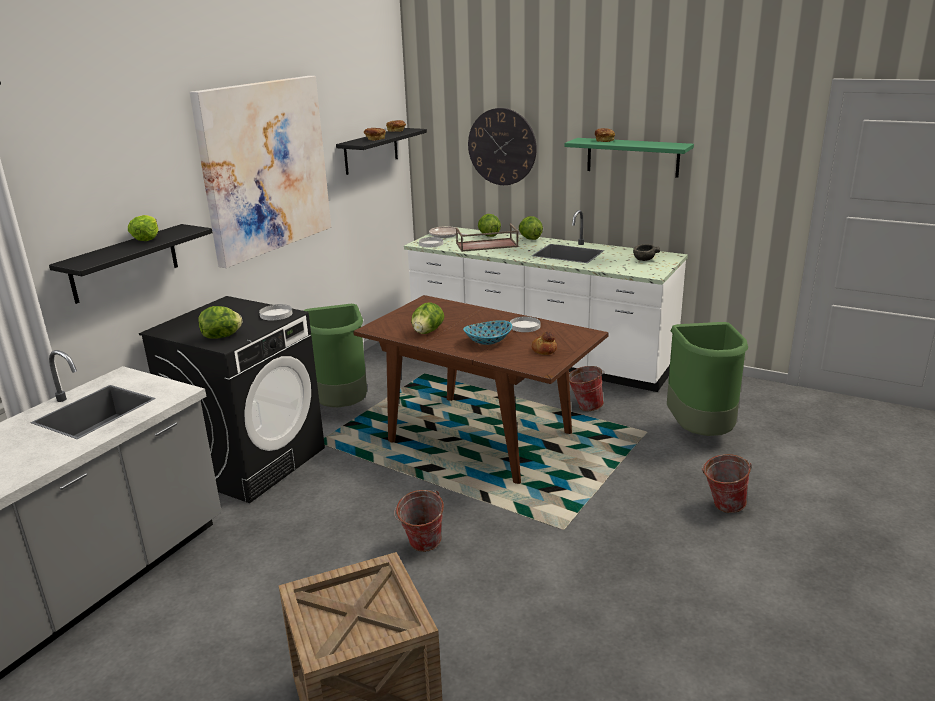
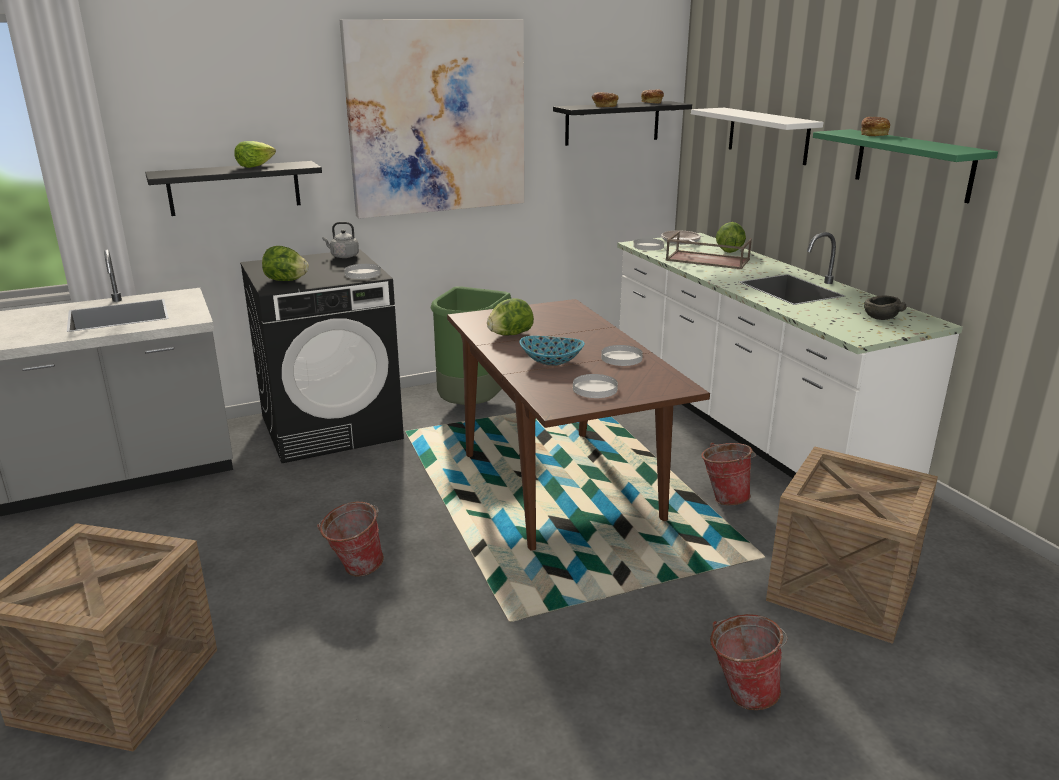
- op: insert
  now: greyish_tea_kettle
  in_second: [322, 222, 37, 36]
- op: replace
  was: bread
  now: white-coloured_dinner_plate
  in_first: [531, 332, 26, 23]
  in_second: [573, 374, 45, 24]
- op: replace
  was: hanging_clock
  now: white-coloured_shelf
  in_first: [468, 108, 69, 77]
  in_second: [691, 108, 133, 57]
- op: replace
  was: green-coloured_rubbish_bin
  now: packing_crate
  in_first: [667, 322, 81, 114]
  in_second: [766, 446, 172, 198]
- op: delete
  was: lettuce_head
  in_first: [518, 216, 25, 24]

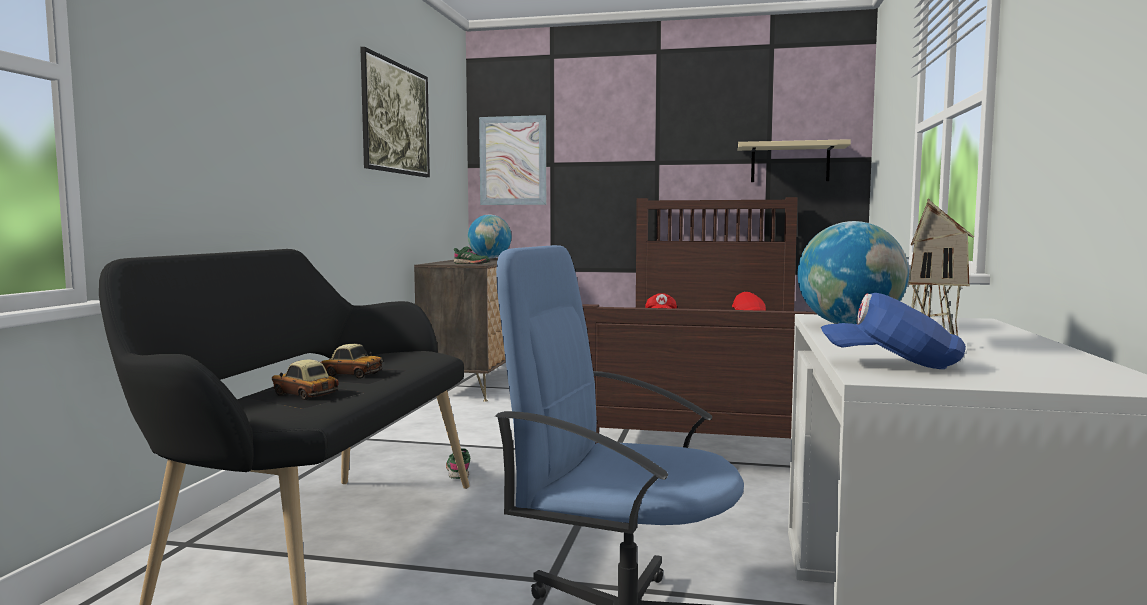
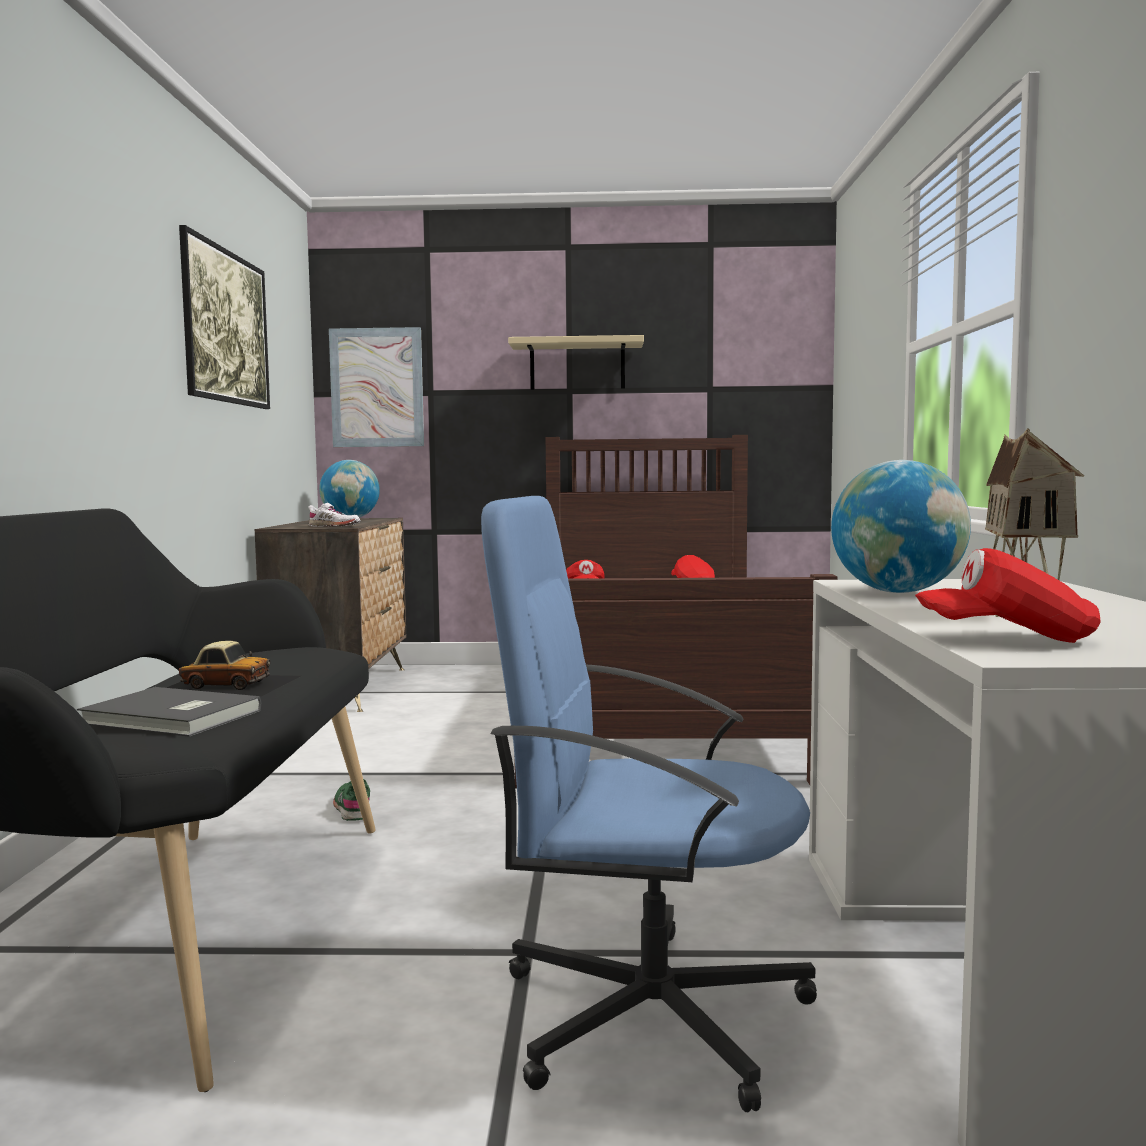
- op: replace
  was: toy_car
  now: greyish_book
  in_first: [243, 359, 120, 50]
  in_second: [77, 687, 185, 50]
- op: recolor
  was: green-coloured_item_of_footwear
  now: white-coloured_item_of_footwear
  in_first: [454, 246, 36, 18]
  in_second: [308, 503, 52, 24]
- op: move
  was: beige_shelf
  in_first: [738, 139, 113, 43]
  in_second: [508, 335, 136, 55]
- op: recolor
  was: blue-coloured_cap
  now: reddish_cap
  in_first: [821, 293, 145, 76]
  in_second: [915, 548, 186, 95]

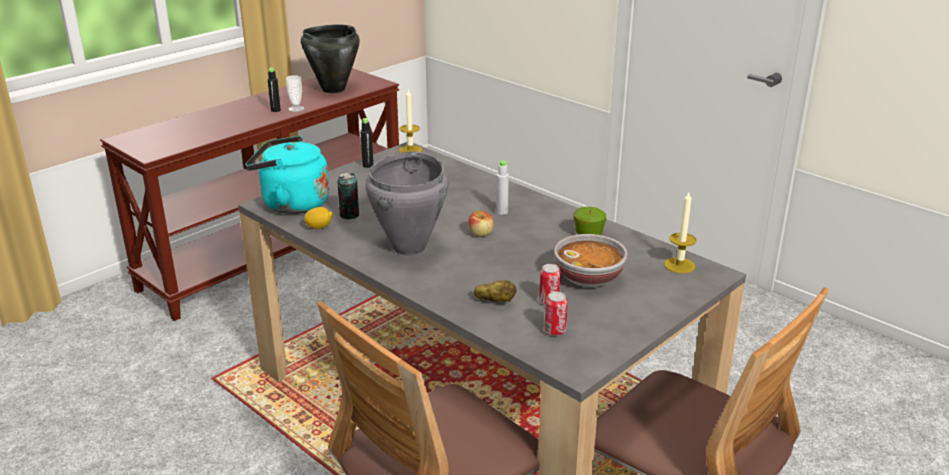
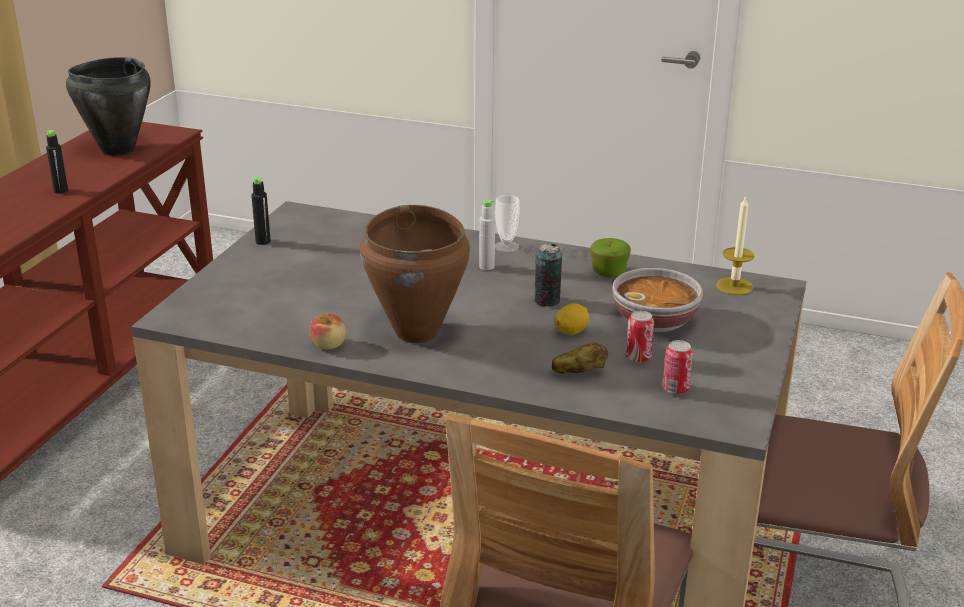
- op: move
  was: whole_apple
  in_first: [468, 211, 26, 26]
  in_second: [310, 314, 36, 36]
- op: recolor
  was: greyish_saucepot
  now: brownish_saucepot
  in_first: [366, 151, 82, 105]
  in_second: [360, 205, 110, 138]
- op: move
  was: cup
  in_first: [286, 75, 18, 37]
  in_second: [495, 195, 25, 57]
- op: move
  was: metal_can
  in_first: [337, 172, 22, 47]
  in_second: [534, 244, 28, 63]
- op: move
  was: citrus_fruit
  in_first: [304, 207, 29, 22]
  in_second: [554, 303, 35, 32]
- op: delete
  was: turquoise-coloured_tea_kettle
  in_first: [245, 136, 84, 78]
- op: delete
  was: wax_candle
  in_first: [399, 90, 23, 63]

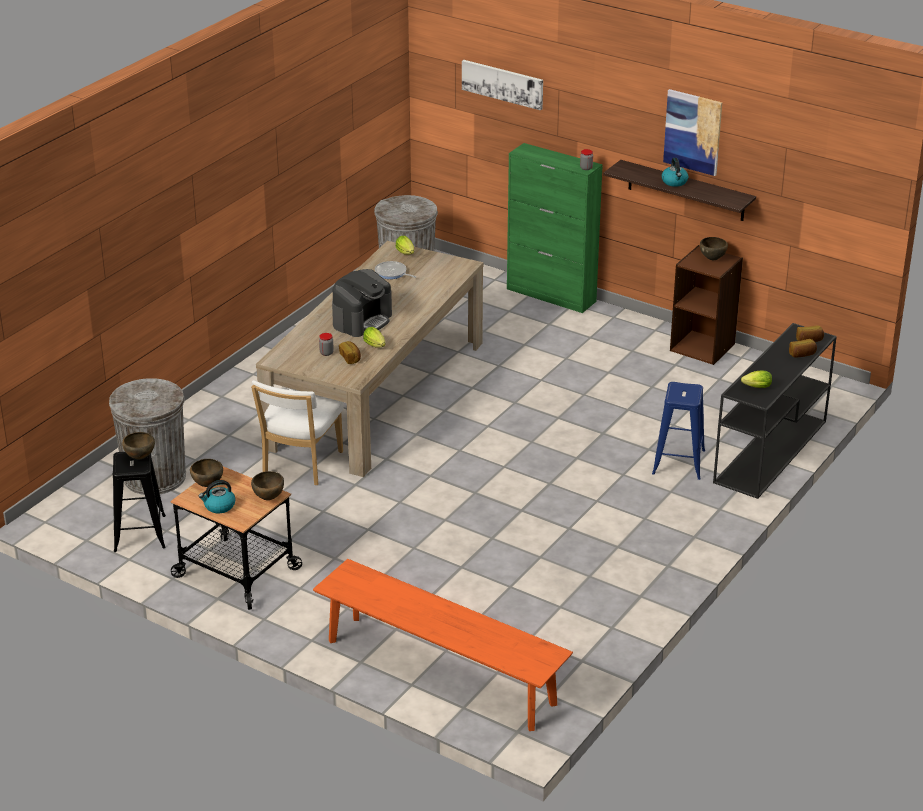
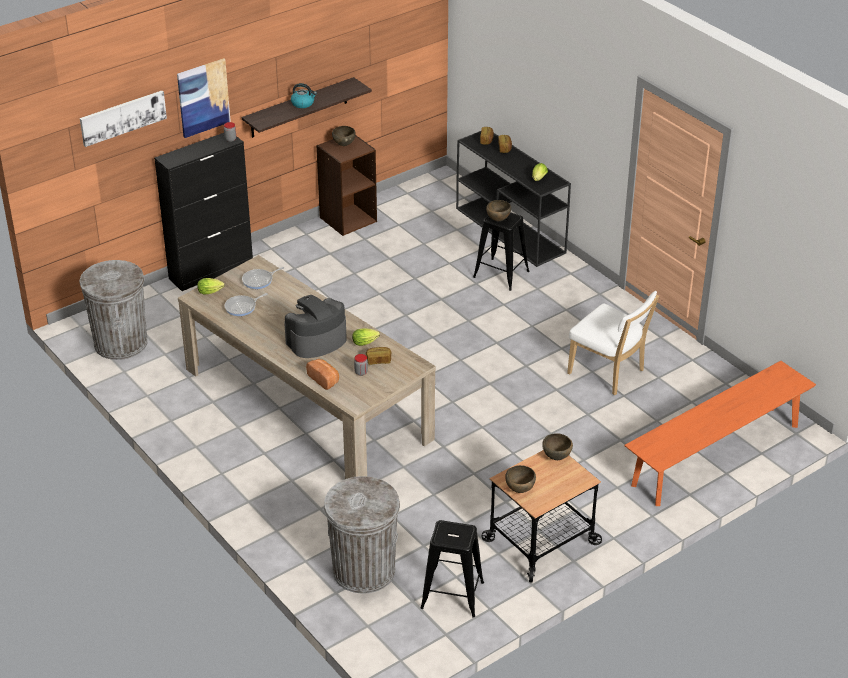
- op: recolor
  was: green-coloured_storage_cabinet
  now: black-coloured_storage_cabinet
  in_first: [507, 143, 96, 170]
  in_second: [154, 133, 99, 158]
- op: move
  was: wall_picture
  in_first: [663, 89, 59, 87]
  in_second: [177, 58, 54, 80]
- op: insert
  now: frying_pan
  in_second: [242, 267, 42, 22]
- op: rotate
  was: coffee_machine
  in_first: [332, 269, 60, 68]
  in_second: [284, 295, 63, 63]
  clockwise: -90
- op: insert
  now: bread
  in_second: [306, 359, 33, 31]
- op: recolor
  was: blue-coloured_sitting_stool
  now: black-coloured_sitting_stool
  in_first: [652, 382, 53, 98]
  in_second: [473, 212, 57, 79]
- op: move
  was: brownish_deep_dish
  in_first: [122, 432, 33, 27]
  in_second: [486, 200, 25, 22]
- op: move
  was: white-coloured_upright_chair
  in_first: [251, 380, 93, 105]
  in_second: [567, 291, 92, 104]
- op: delete
  was: tea_kettle
  in_first: [199, 480, 36, 33]

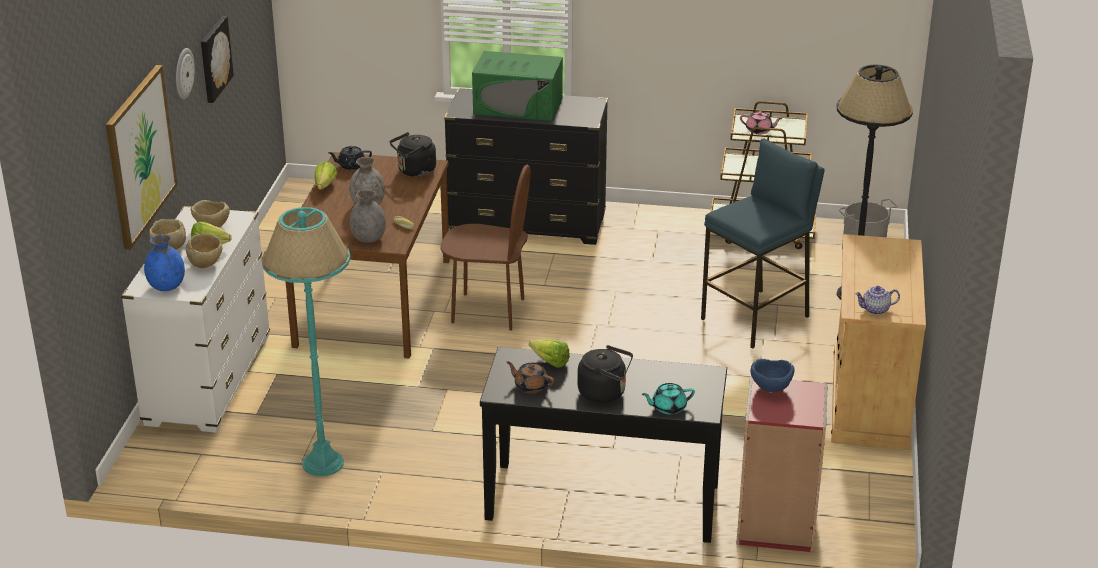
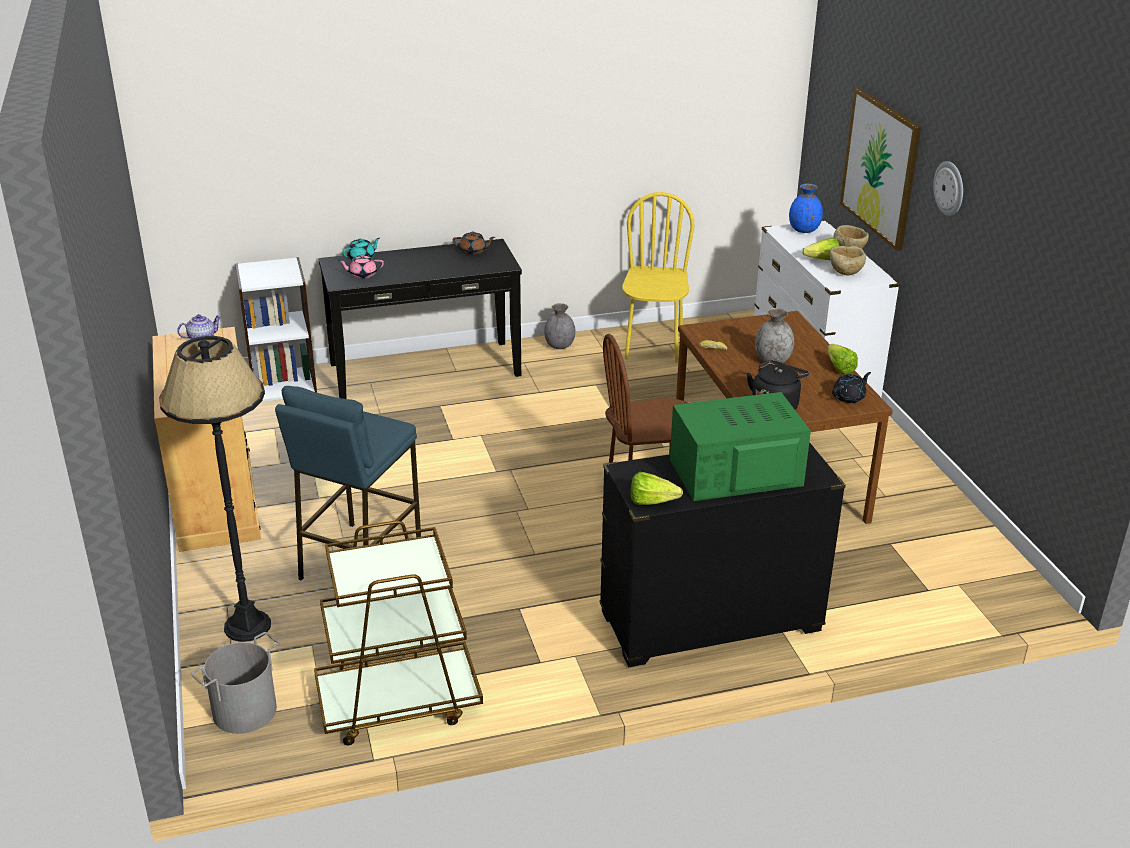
- op: recolor
  was: reddish_bookcase
  now: white-coloured_bookcase
  in_first: [736, 377, 92, 175]
  in_second: [235, 257, 82, 145]
- op: move
  was: pink_pot_for_tea
  in_first: [740, 111, 42, 23]
  in_second: [338, 254, 46, 25]
- op: move
  was: greyish_flower_vase
  in_first: [349, 190, 37, 53]
  in_second: [544, 303, 32, 46]
- op: replace
  was: turquoise-coloured_standing_lamp
  now: yellow-coloured_upright_chair
  in_first: [261, 207, 90, 269]
  in_second: [622, 192, 72, 171]
- op: move
  was: lettuce_head
  in_first: [529, 339, 41, 29]
  in_second: [630, 472, 53, 33]
- op: delete
  was: beige_deep_dish
  in_first: [186, 233, 36, 35]
- op: delete
  was: wall_picture
  in_first: [201, 16, 33, 87]
- op: delete
  was: black-coloured_tea_kettle
  in_first: [577, 345, 56, 58]
- op: delete
  was: blue-coloured_deep_dish
  in_first: [750, 359, 45, 33]

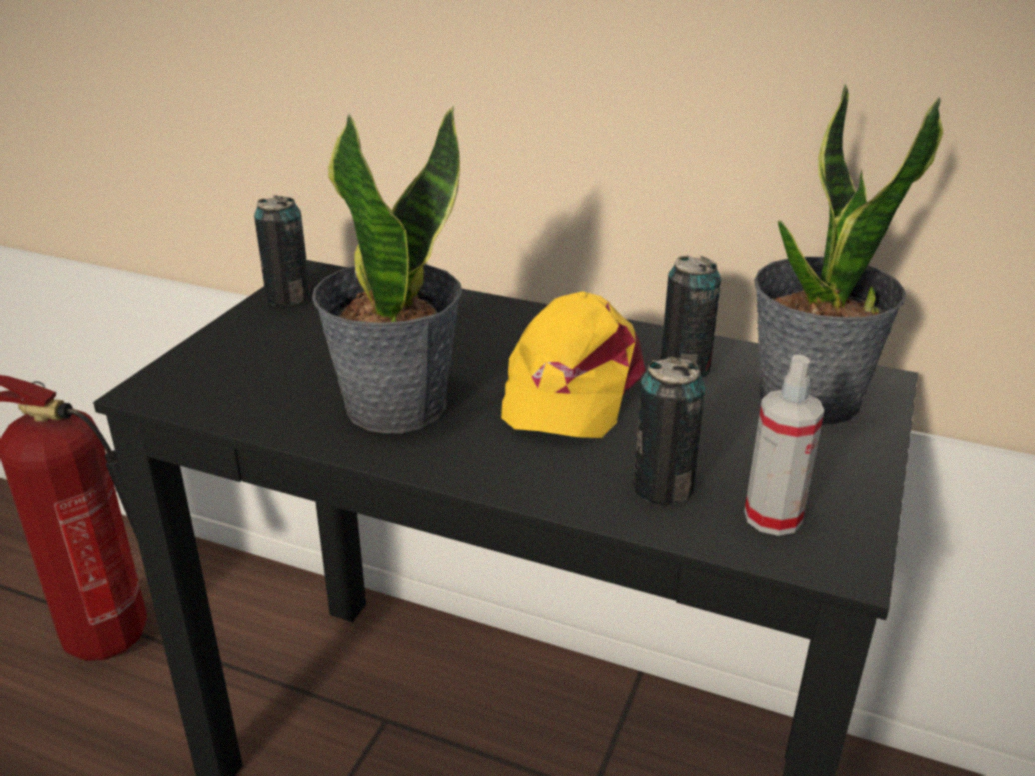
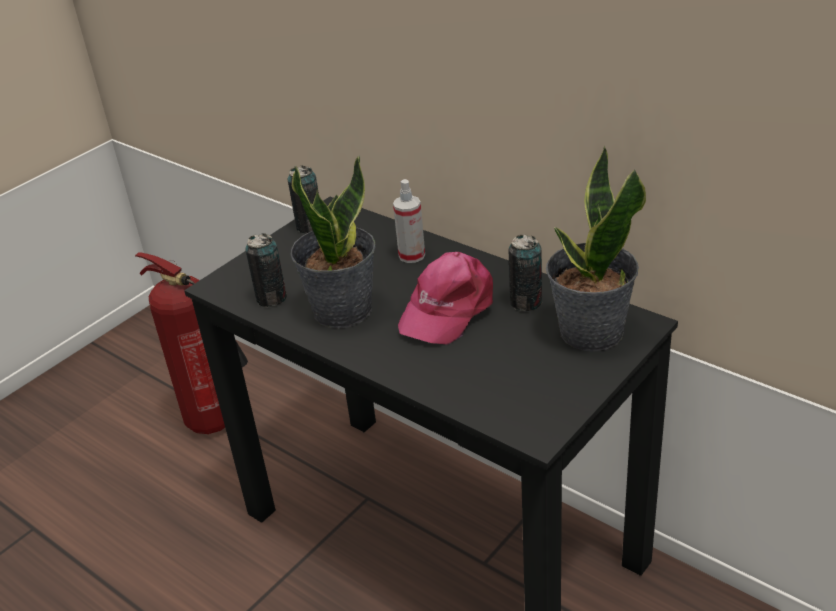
- op: move
  was: metal_can
  in_first: [633, 357, 73, 148]
  in_second: [245, 234, 42, 73]
- op: move
  was: spray_bottle
  in_first: [745, 355, 79, 181]
  in_second: [393, 179, 32, 84]
- op: recolor
  was: yellow-coloured_cap
  now: pink_cap
  in_first: [501, 291, 145, 147]
  in_second: [398, 252, 95, 93]

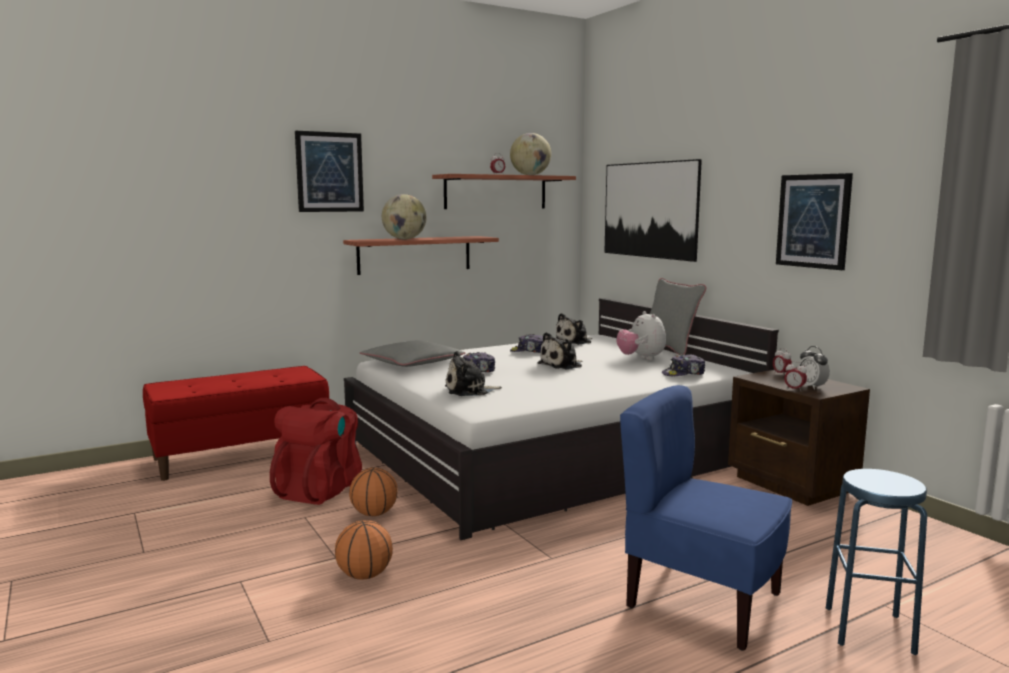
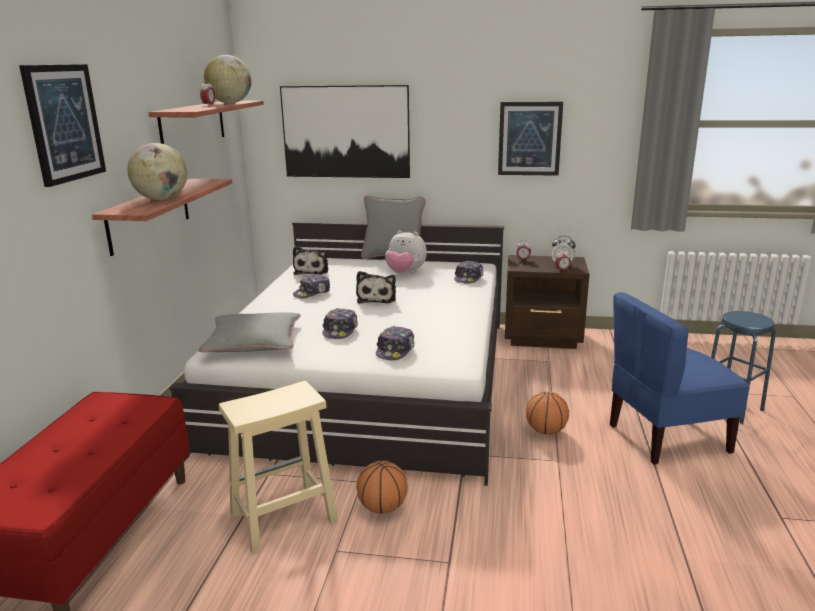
- op: replace
  was: reddish_backpack
  now: beige_sitting_stool
  in_first: [270, 398, 92, 107]
  in_second: [219, 381, 119, 173]
- op: replace
  was: soft_toy
  now: cap
  in_first: [445, 351, 57, 45]
  in_second: [376, 326, 39, 34]
- op: move
  was: ball_for_basketball
  in_first: [335, 520, 58, 60]
  in_second: [526, 391, 43, 44]

